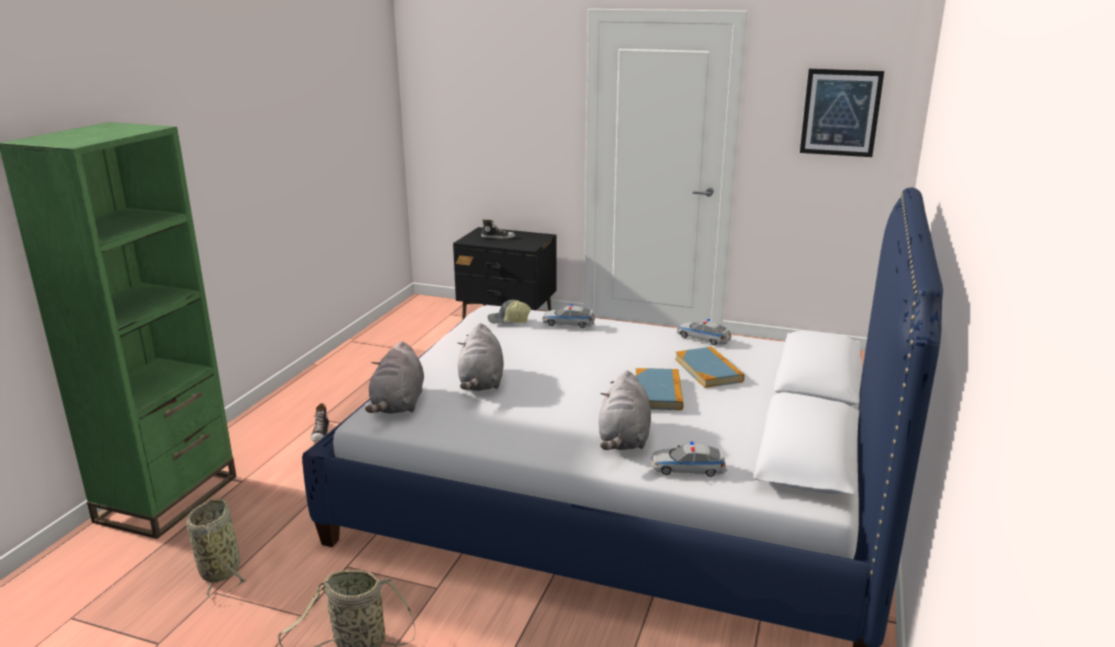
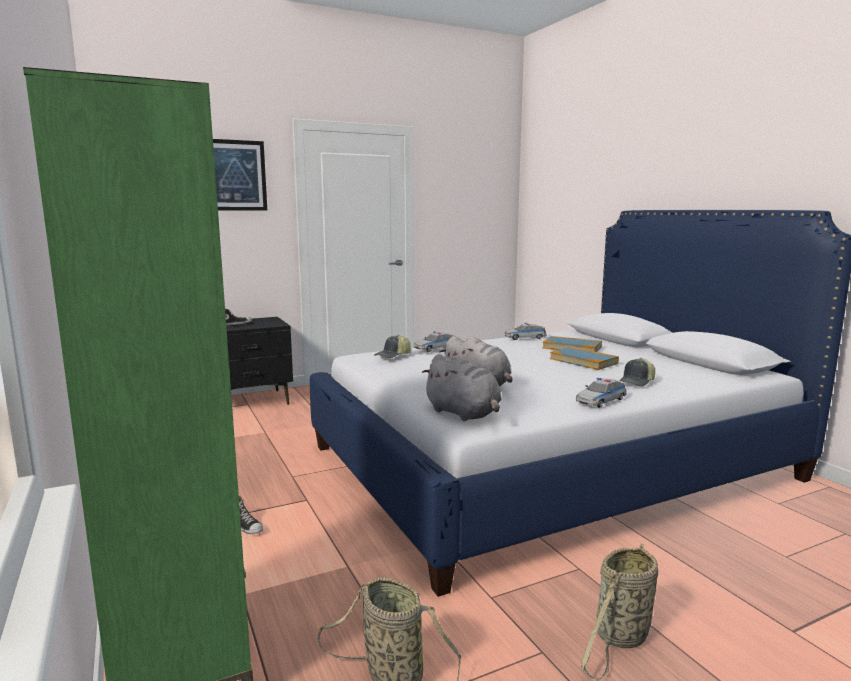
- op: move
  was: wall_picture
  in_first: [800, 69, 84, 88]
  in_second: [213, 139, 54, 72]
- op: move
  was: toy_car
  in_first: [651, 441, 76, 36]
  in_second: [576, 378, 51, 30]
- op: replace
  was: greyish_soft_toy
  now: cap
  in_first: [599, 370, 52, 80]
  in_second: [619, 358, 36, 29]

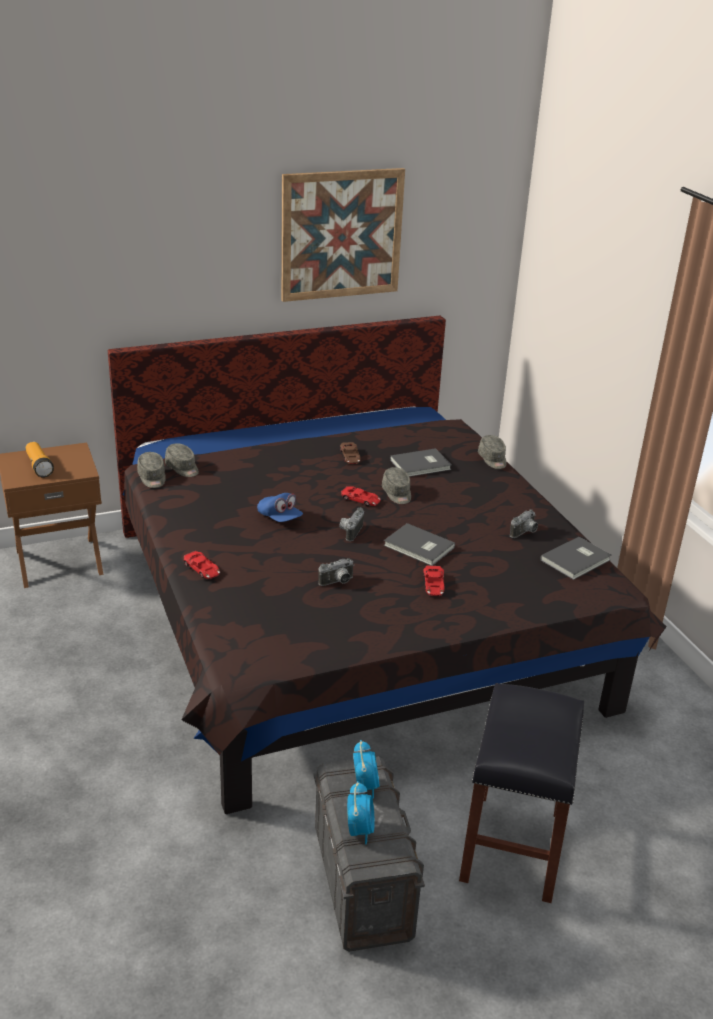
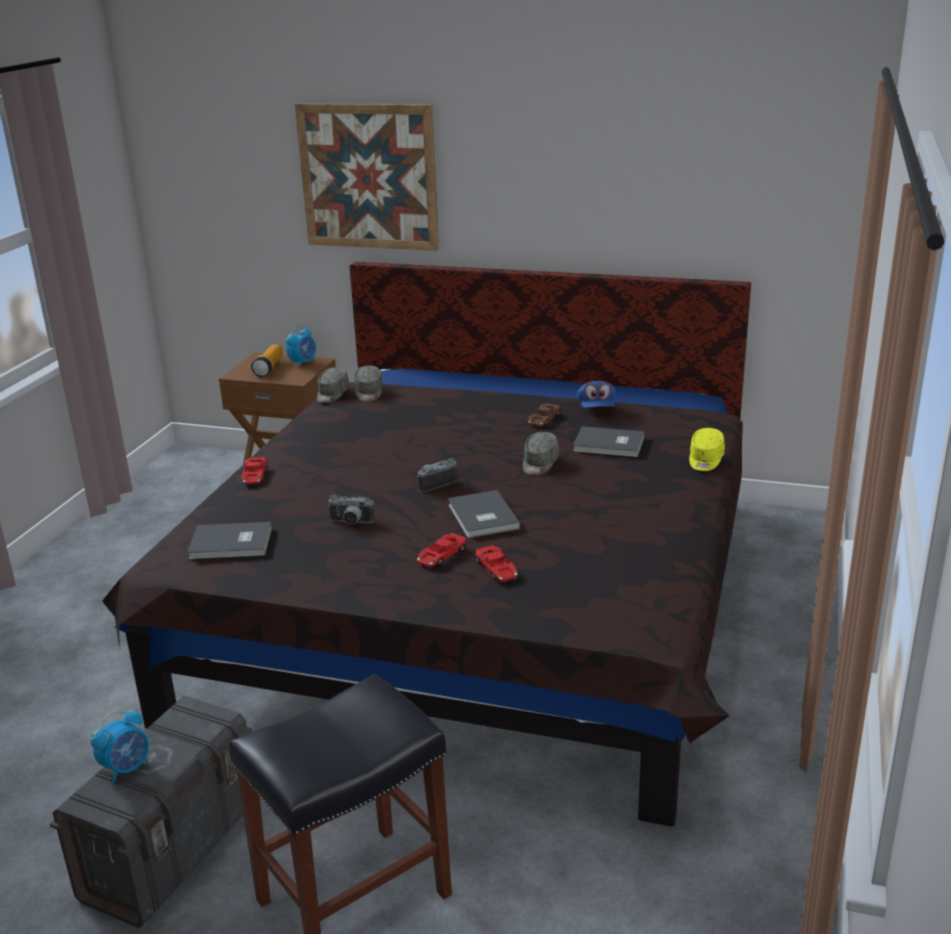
- op: move
  was: greyish_book
  in_first: [540, 537, 72, 43]
  in_second: [187, 522, 85, 38]
- op: move
  was: table_clock
  in_first: [353, 740, 27, 59]
  in_second: [286, 326, 30, 42]
- op: move
  was: wall_picture
  in_first: [281, 168, 124, 134]
  in_second: [295, 103, 144, 148]
- op: move
  was: reddish_toy_car
  in_first: [341, 486, 40, 20]
  in_second: [475, 545, 43, 37]
- op: move
  was: blue-coloured_cap
  in_first: [257, 493, 46, 29]
  in_second: [576, 381, 40, 27]
- op: recolor
  was: greyish_cap
  now: yellow-coloured_cap
  in_first: [478, 435, 28, 34]
  in_second: [689, 428, 36, 43]
- op: delete
  was: photo_camera
  in_first: [510, 509, 28, 29]

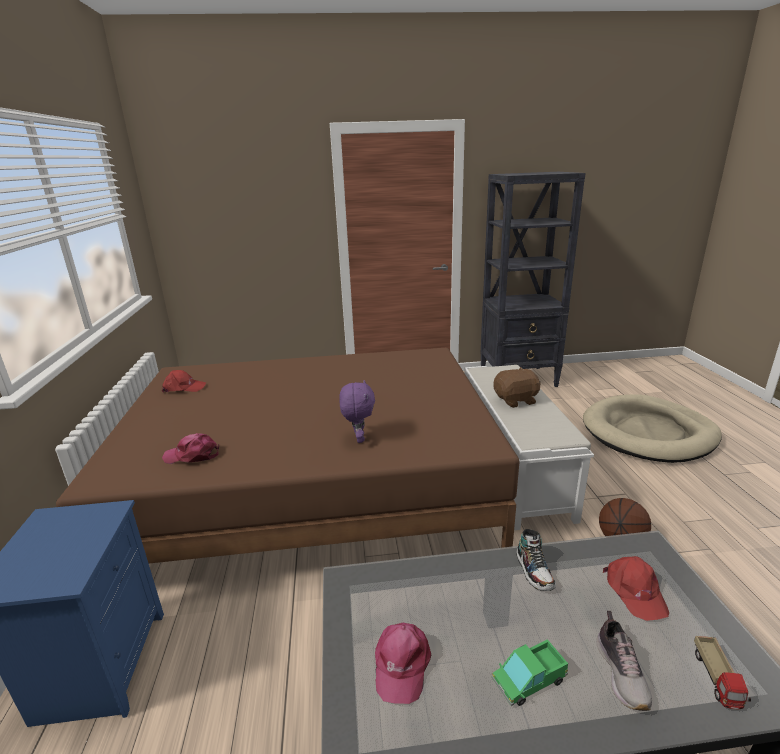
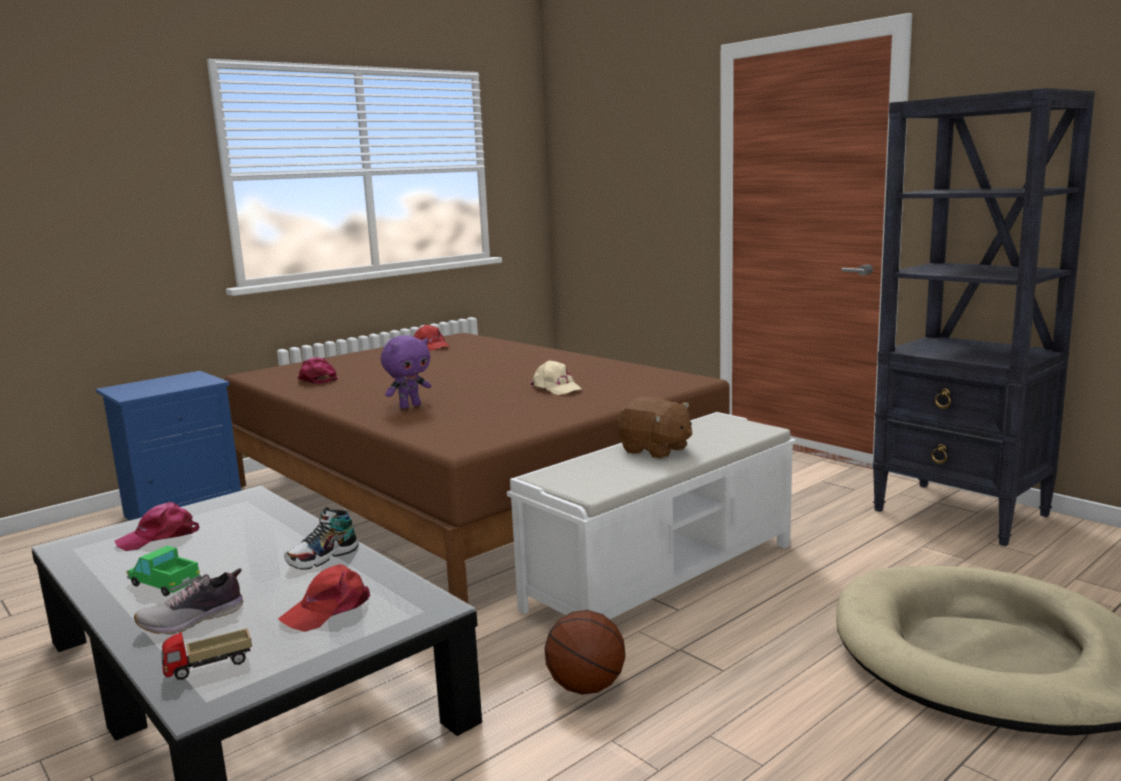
- op: insert
  now: beige_cap
  in_second: [530, 360, 52, 35]

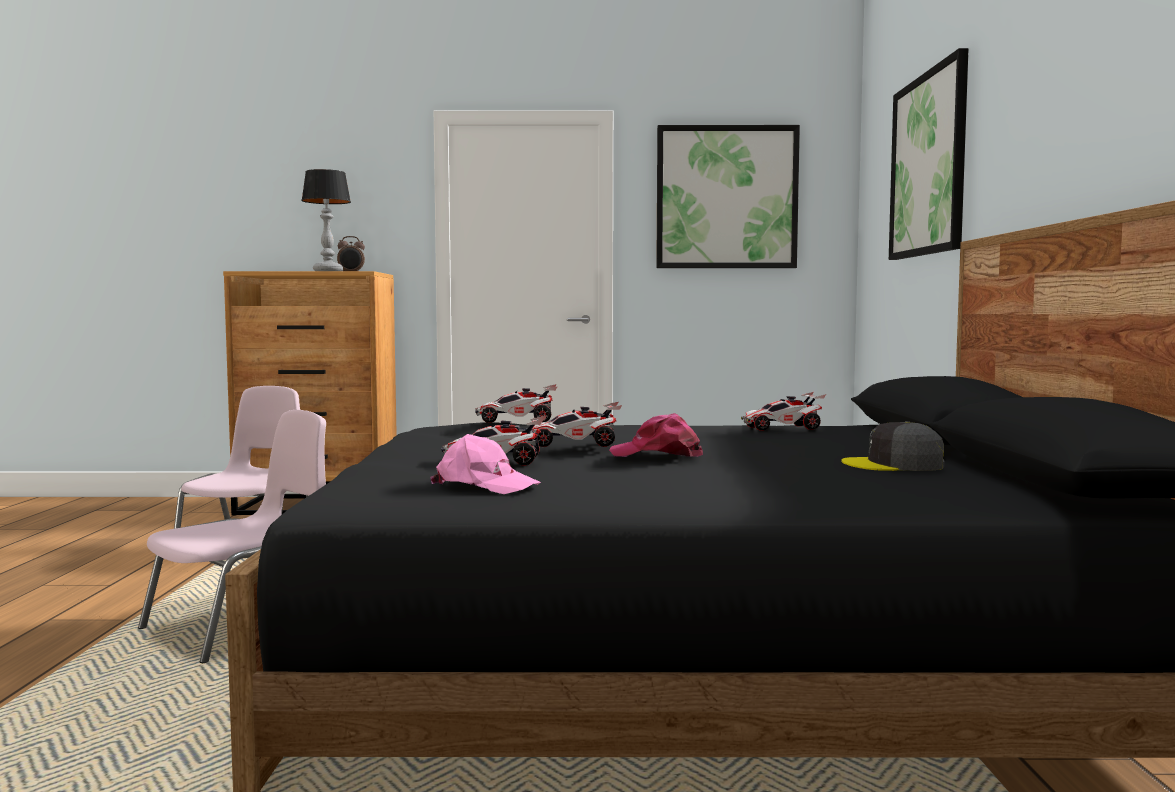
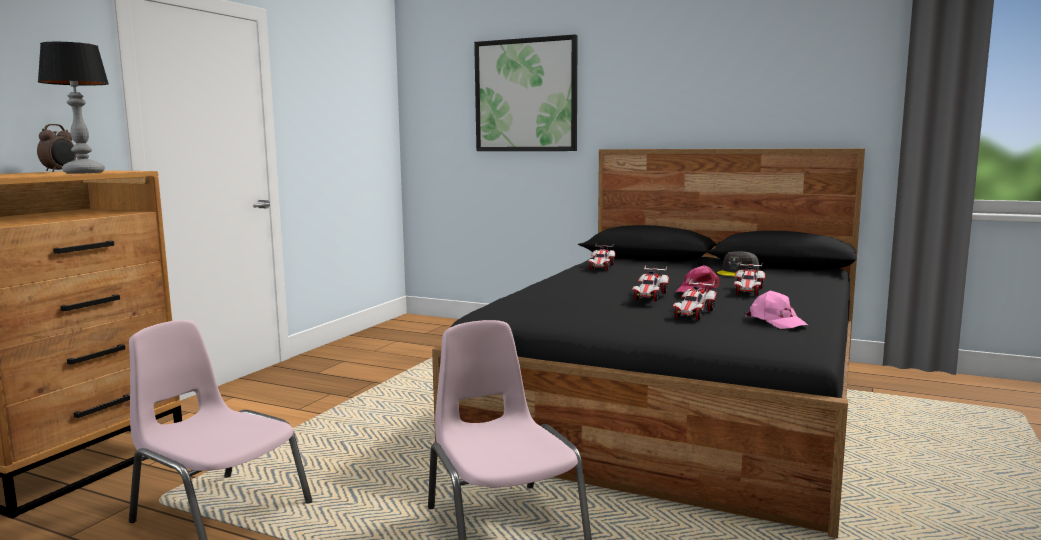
- op: move
  was: toy_car
  in_first: [475, 384, 83, 39]
  in_second: [734, 263, 31, 33]
- op: rotate
  was: pink_cap
  in_first: [430, 434, 111, 60]
  in_second: [746, 291, 62, 38]
  clockwise: 105
- op: delete
  was: wall_picture
  in_first: [656, 125, 144, 143]

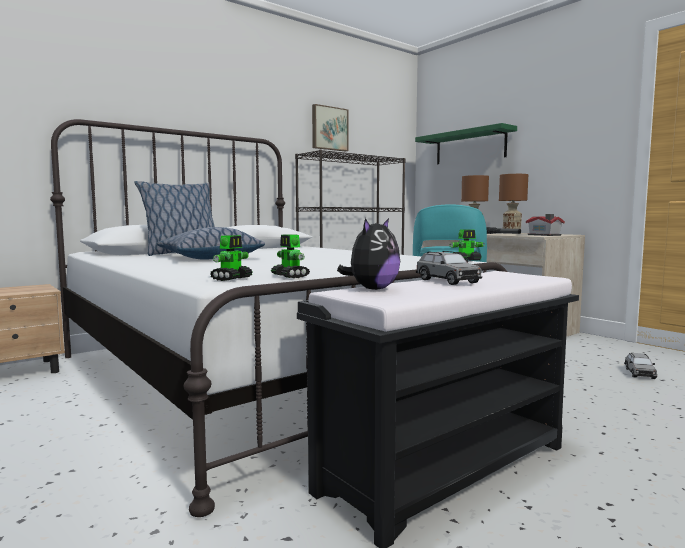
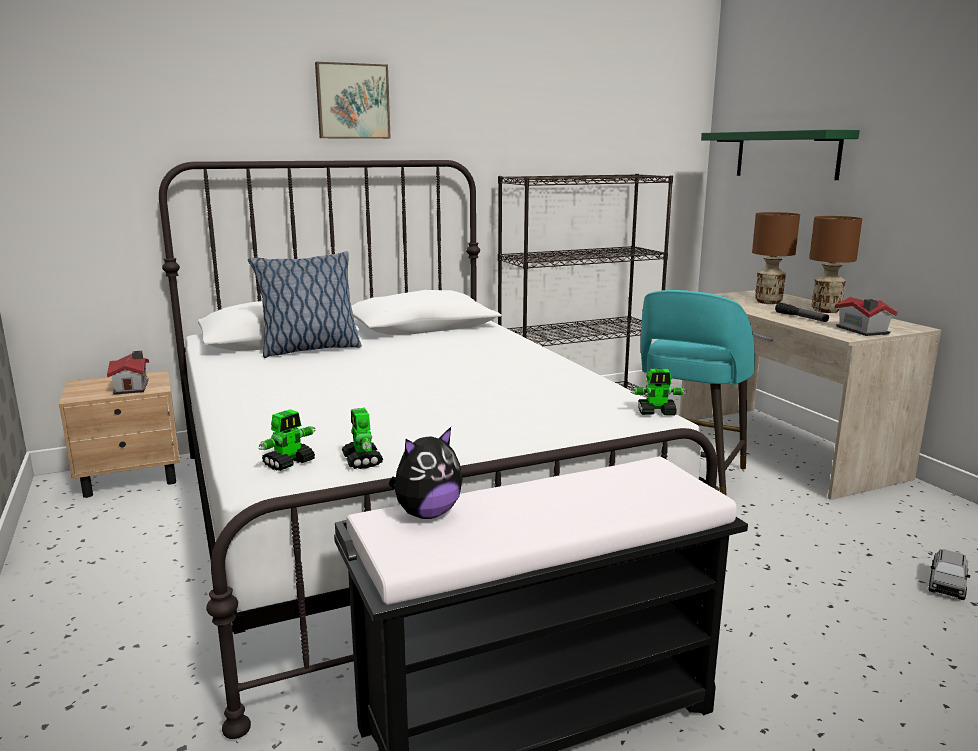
- op: insert
  now: toy_house
  in_second: [107, 351, 42, 44]
- op: move
  was: wall_picture
  in_first: [312, 104, 37, 47]
  in_second: [315, 62, 76, 77]
- op: delete
  was: pillow
  in_first: [157, 227, 108, 33]
- op: delete
  was: greyish_toy_car
  in_first: [416, 251, 66, 34]

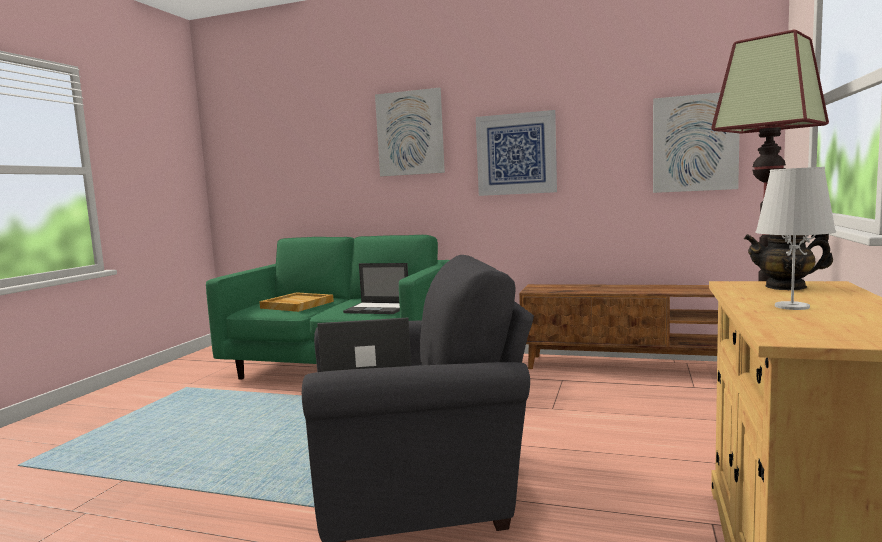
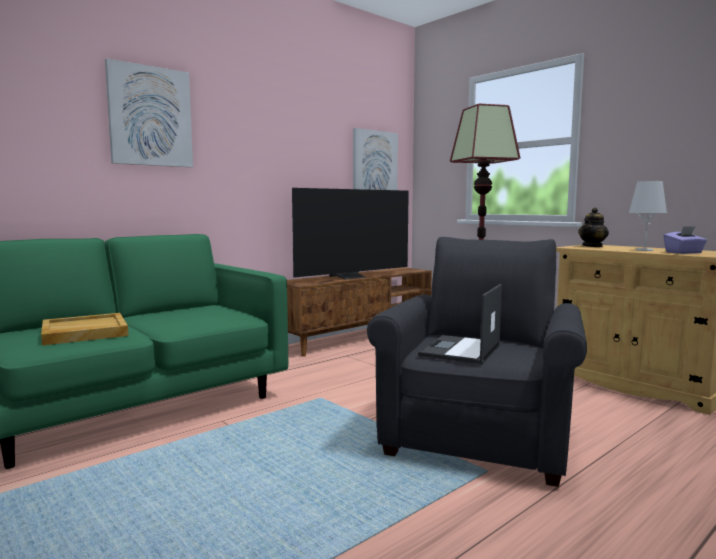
- op: insert
  now: television
  in_second: [292, 188, 117, 92]
- op: insert
  now: purple_tissue_box
  in_second: [664, 226, 43, 28]
- op: delete
  was: laptop
  in_first: [343, 263, 65, 51]
- op: delete
  was: wall_picture
  in_first: [476, 110, 81, 86]

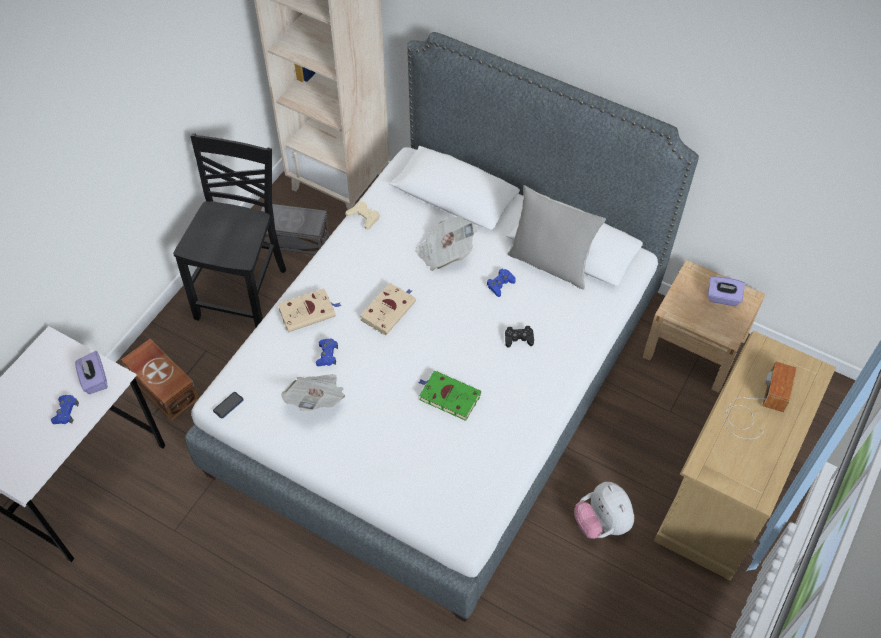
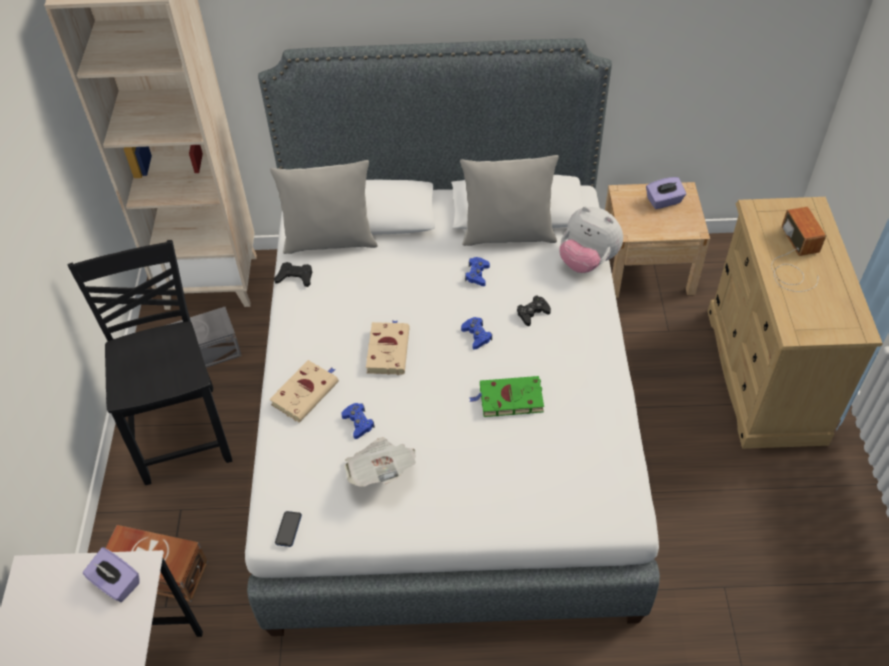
- op: insert
  now: greyish_pillow
  in_second: [270, 160, 108, 94]
- op: recolor
  was: beige_game_controller
  now: black-coloured_game_controller
  in_first: [345, 202, 35, 28]
  in_second: [274, 262, 38, 25]
- op: move
  was: blue-coloured_game_controller
  in_first: [51, 395, 28, 29]
  in_second: [461, 317, 31, 33]
- op: move
  was: soft_toy
  in_first: [574, 482, 60, 57]
  in_second: [559, 206, 64, 67]
- op: delete
  was: printed_paper
  in_first: [415, 216, 61, 55]

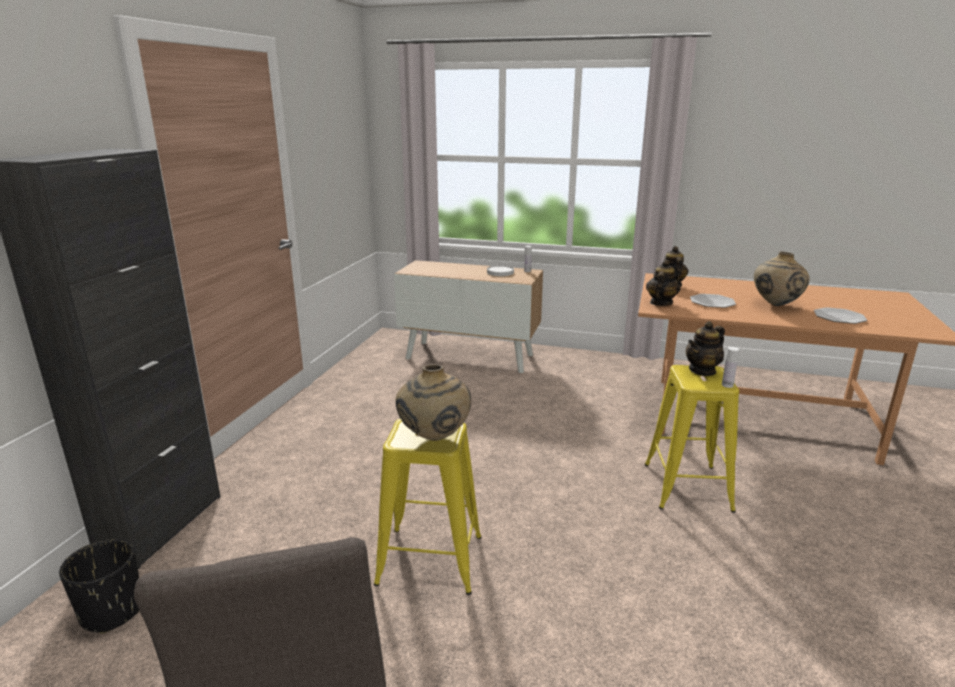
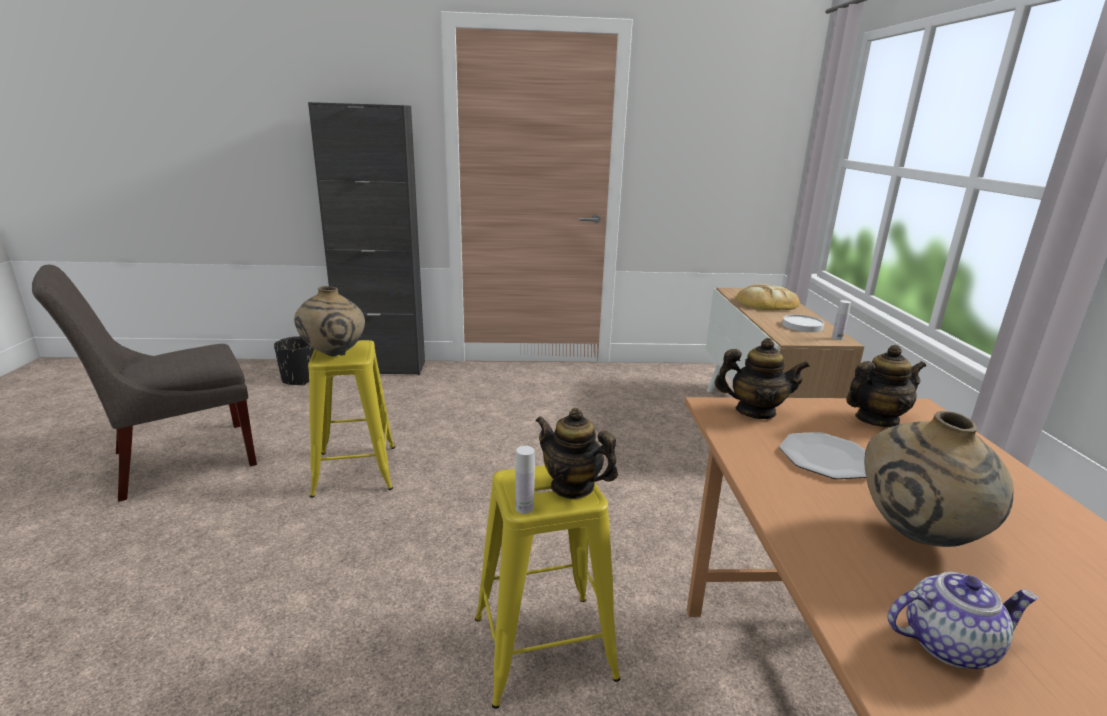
- op: insert
  now: bread
  in_second: [736, 284, 64, 26]
- op: replace
  was: dinner_plate
  now: pot_for_tea
  in_first: [814, 307, 53, 17]
  in_second: [888, 572, 150, 97]

